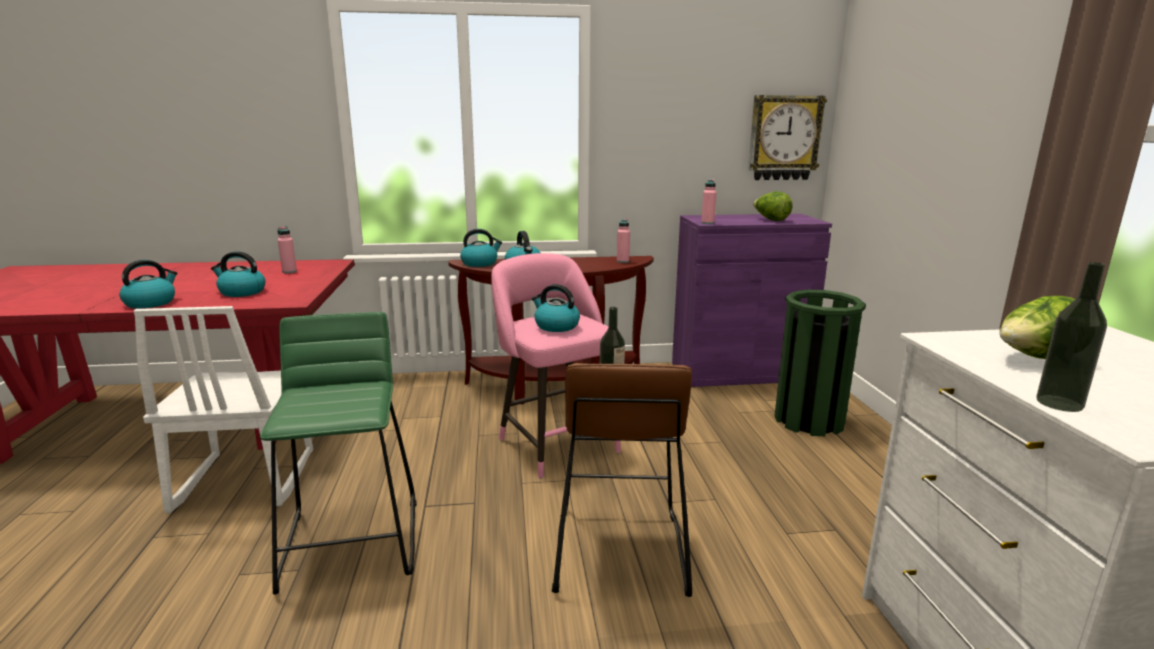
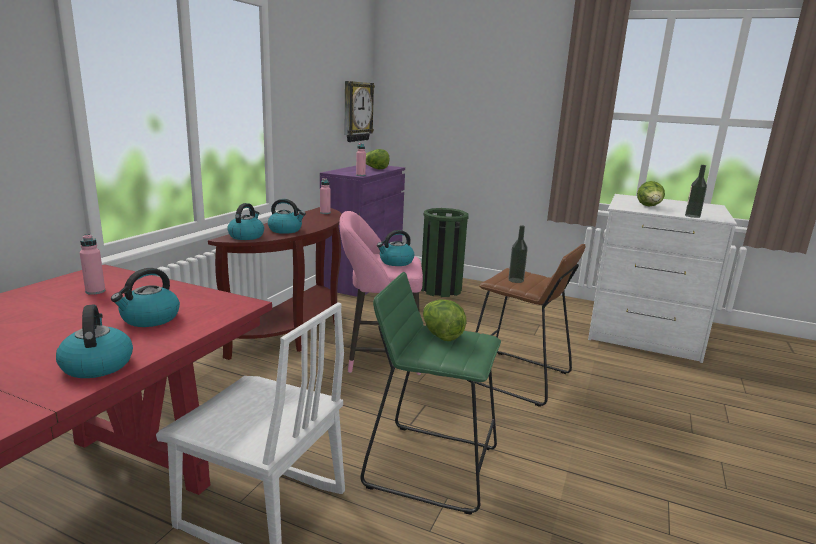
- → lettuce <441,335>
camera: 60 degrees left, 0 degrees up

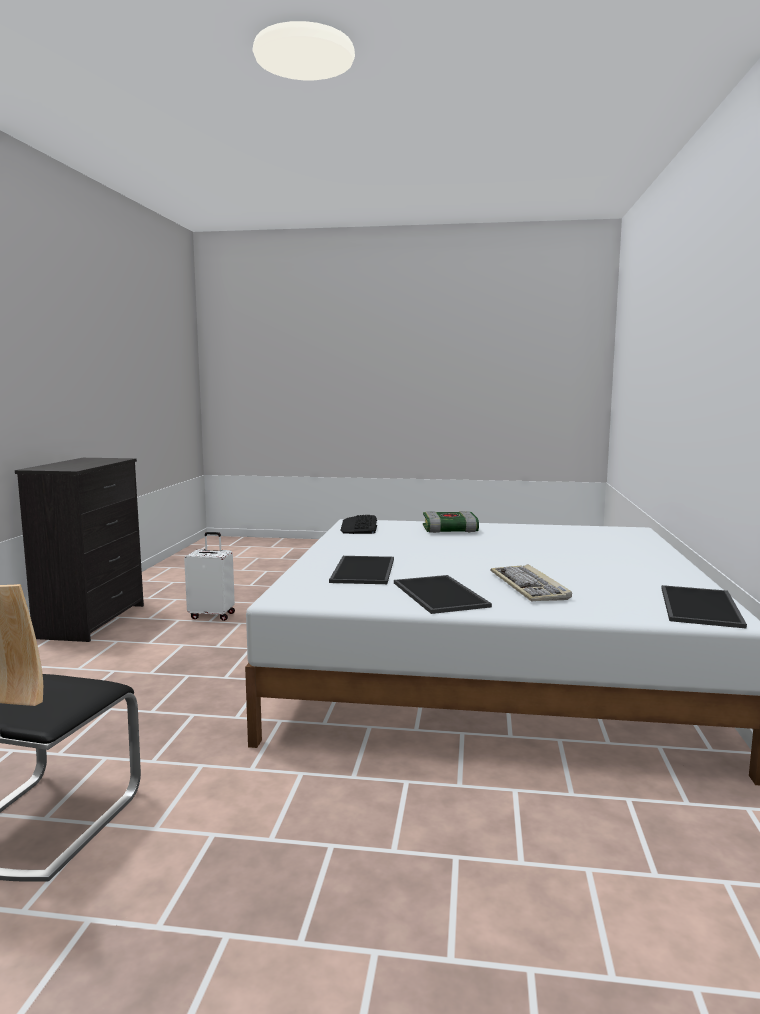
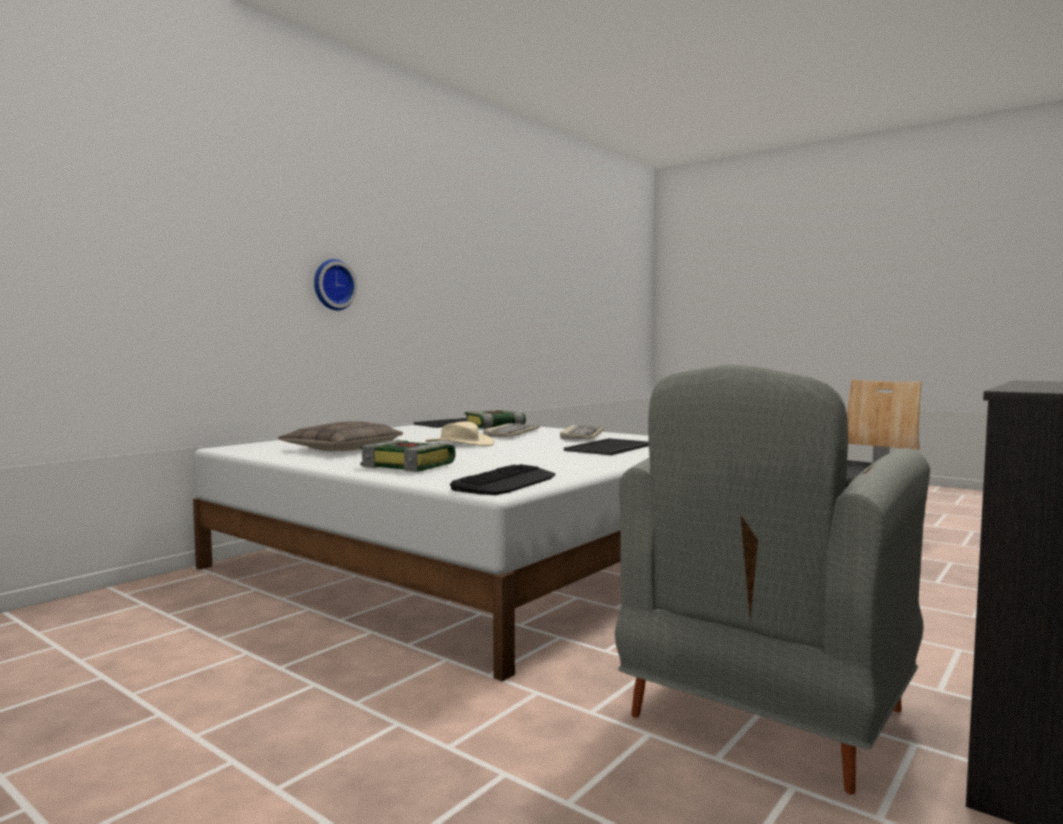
white suitcase <212,615> → grey armchair <764,716>
tray <442,594> → keyboard <582,435>
- → pillow <342,449>
- → wall clock <333,285>
- → beige hat <459,443>
- → book <494,426>
camera: 150 degrees left, 5 degrees down

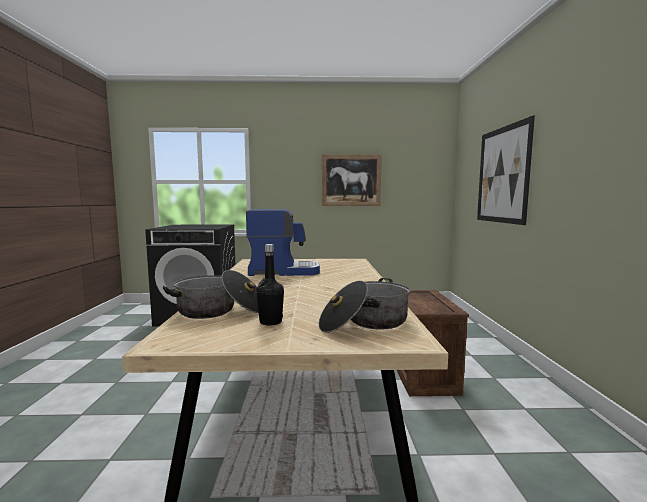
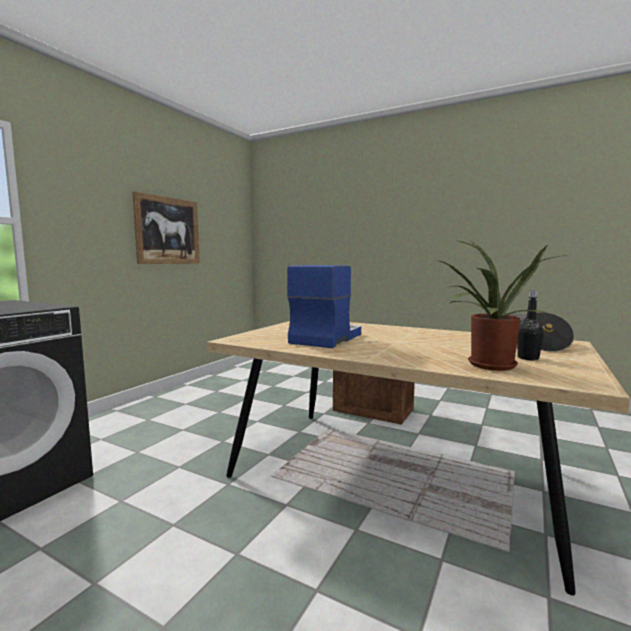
cooking pot <220,311> → potted plant <488,366>
picture <502,175> → -
camera: 60 degrees left, 0 degrees up

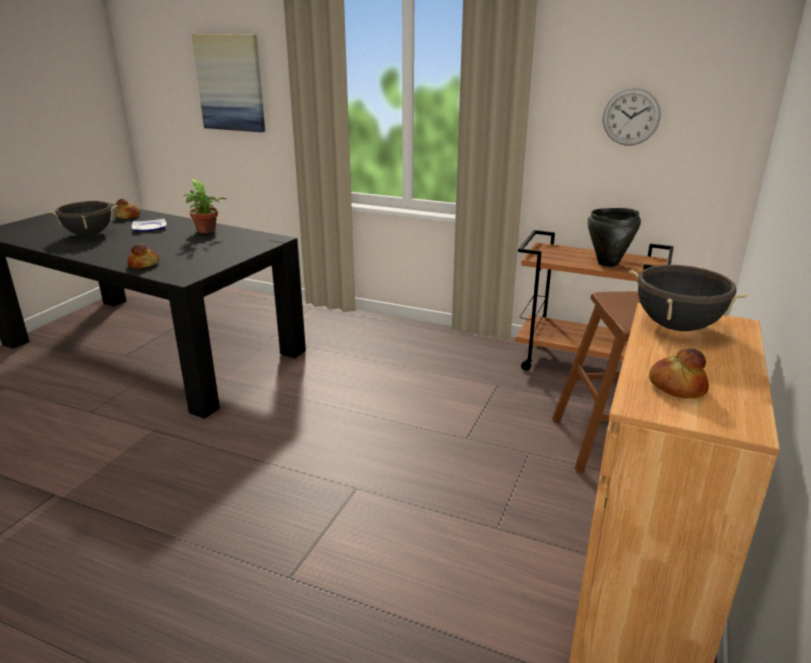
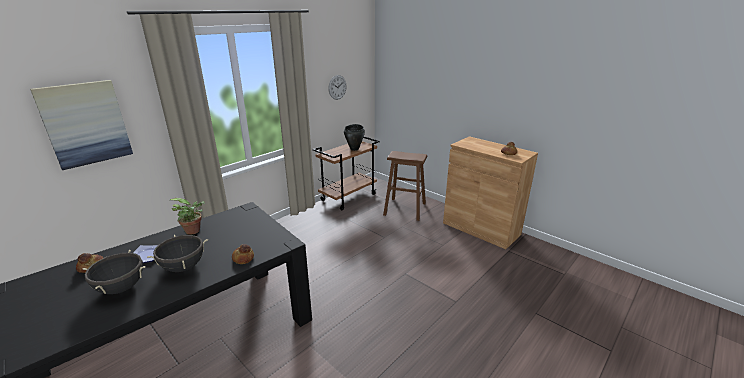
black cooking pot <677,326> → black cooking pot <183,267>, relocated
camera: 70 degrees left, 0 degrees up

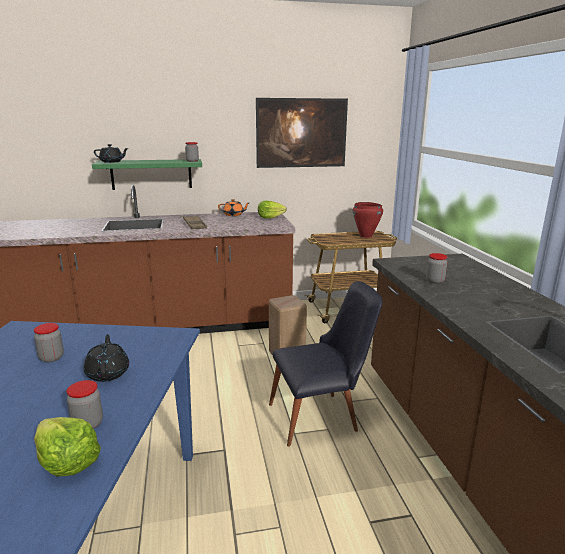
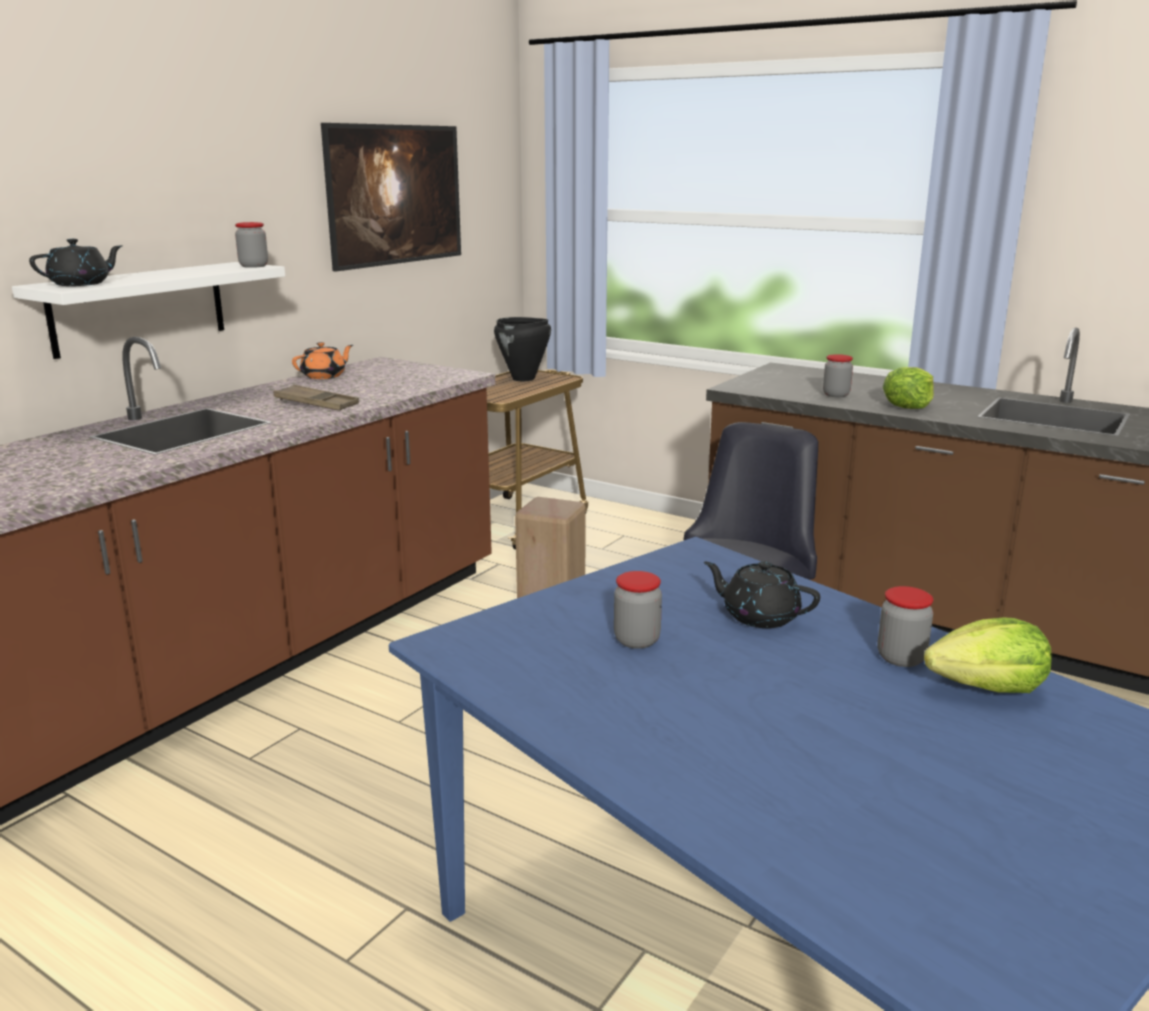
green shelf <151,174> → white shelf <139,308>
lettuce <270,217> → lettuce <908,405>, relocated
red cooking pot <365,236> → black cooking pot <523,379>
camera: 45 degrees left, 0 degrees up

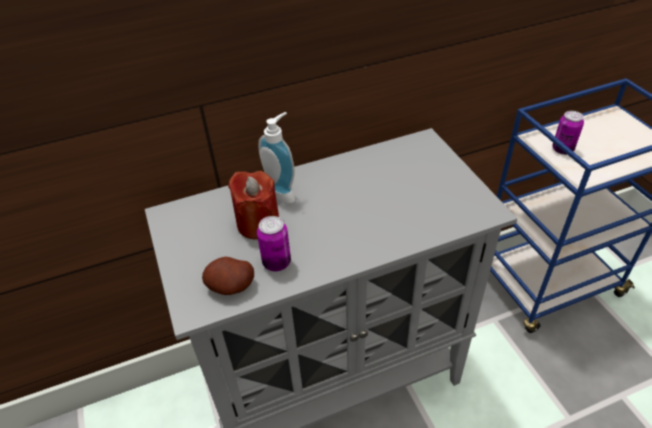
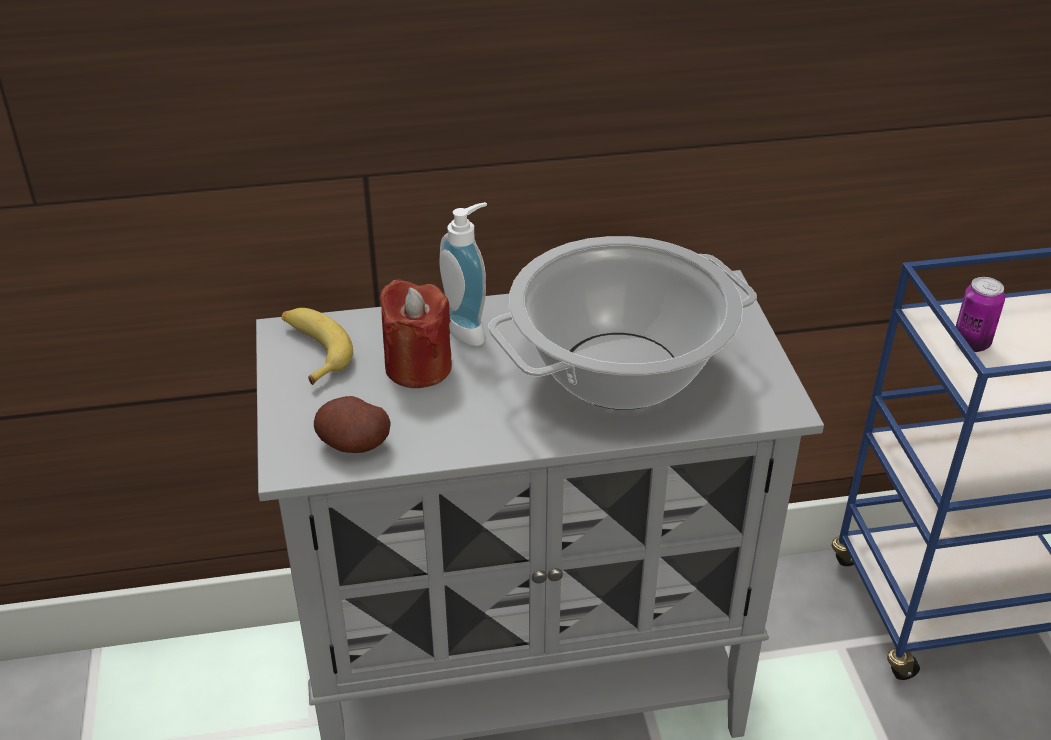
can <276,263> → -
- → banana <313,351>
- → cooking pot <620,372>
camera: 10 degrees right, 5 degrees down

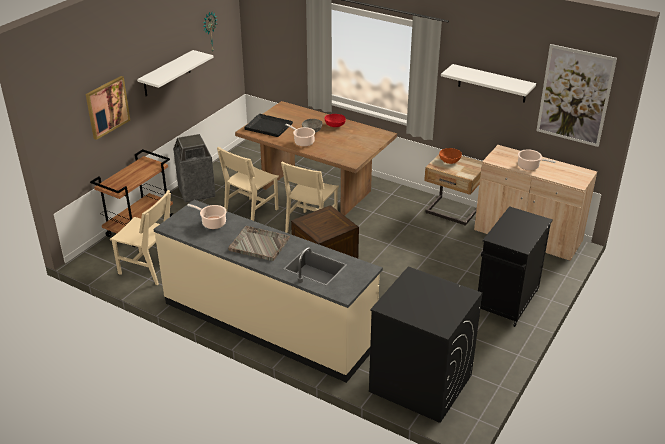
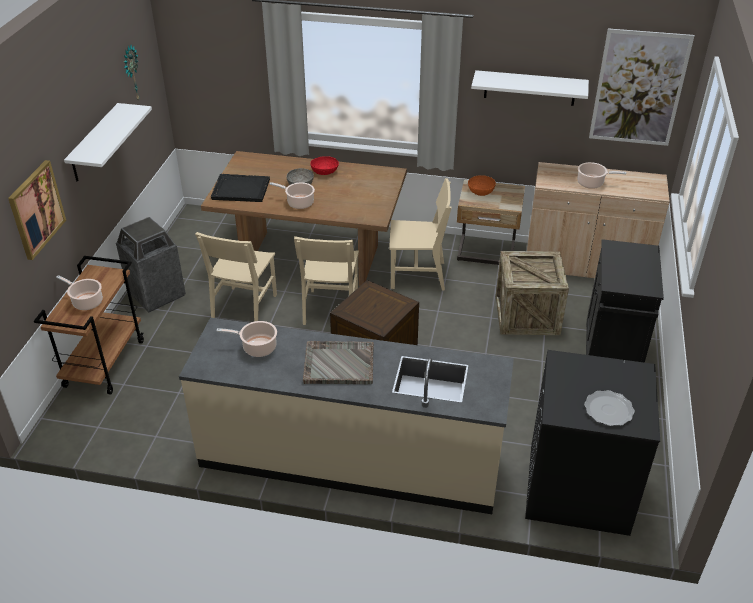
beige chair <148,268> → beige chair <418,275>, relocated
- → cooking pot <86,301>
- → crate <527,315>
- → plate <609,410>
camera: 20 degrees left, 5 degrees up

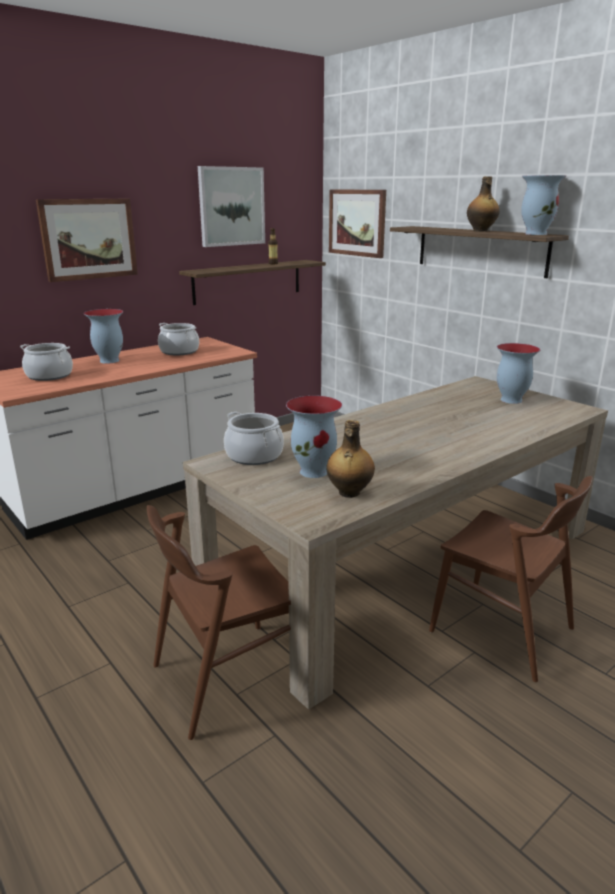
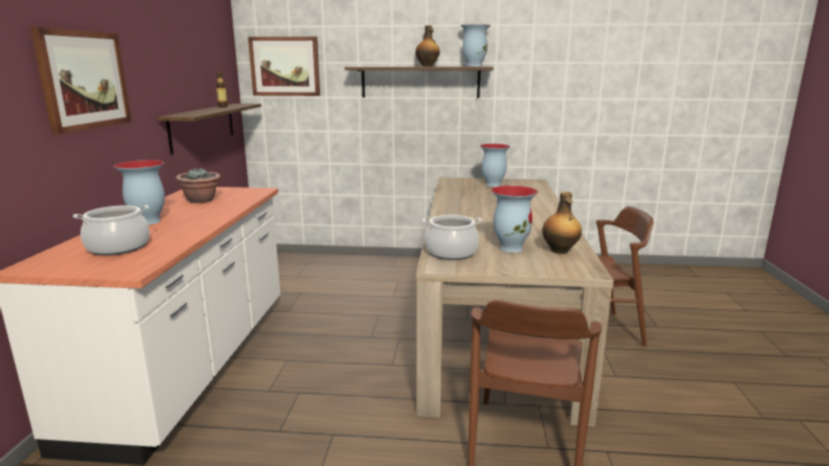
cooking pot <179,351> → potted plant <201,200>
picture <231,206> → -
camera: 45 degrees left, 5 degrees down

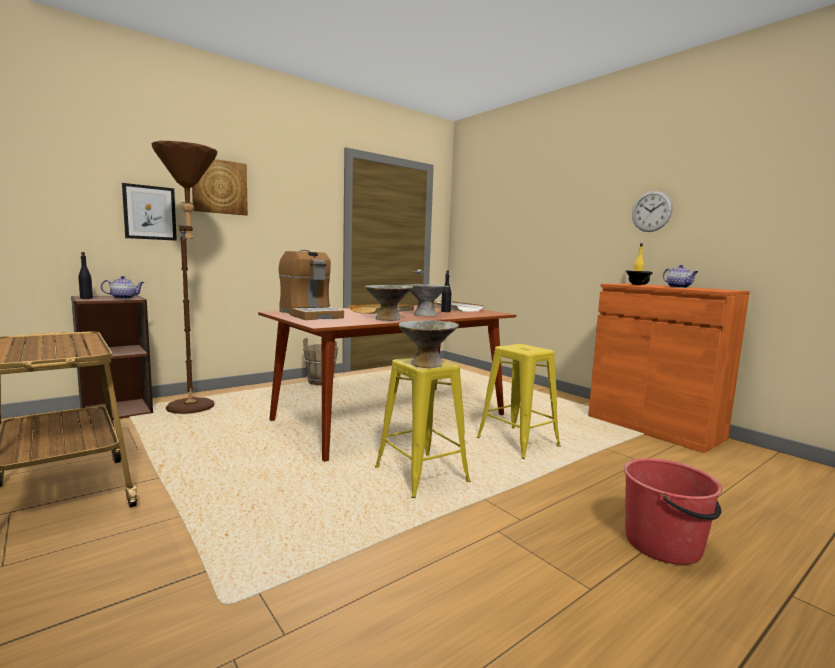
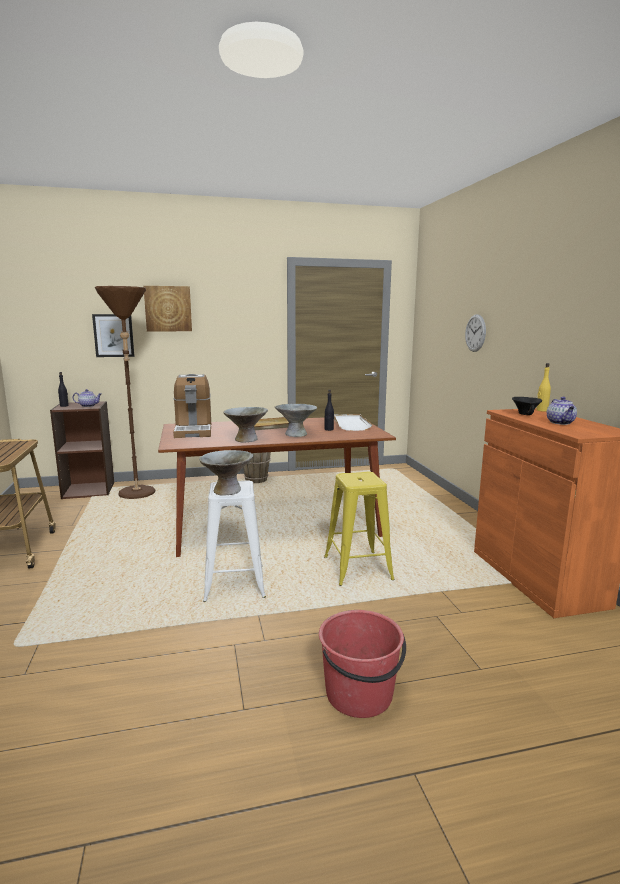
yellow stool <421,475> → white stool <234,583>
wall clock <651,211> → wall clock <475,333>, relocated
camera: 25 degrees right, 5 degrees up

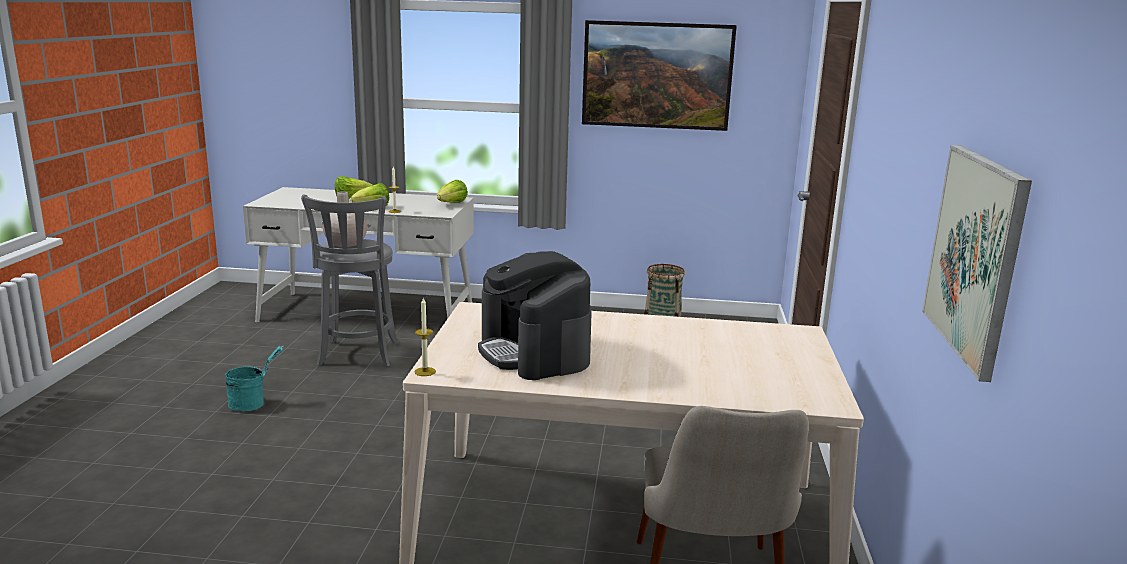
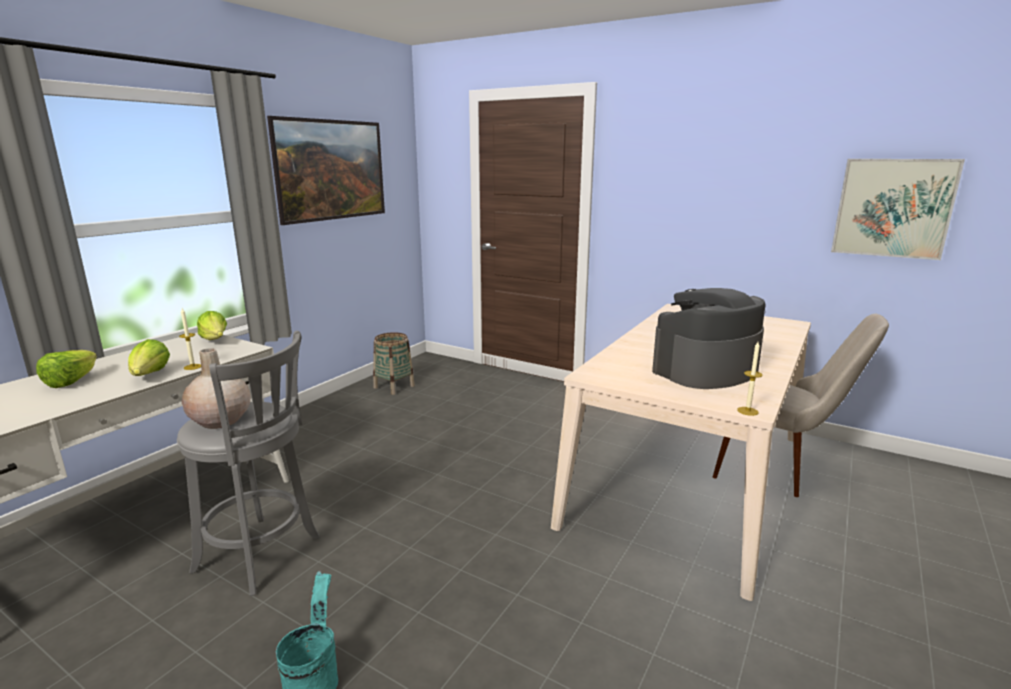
coffee machine <534,353> → coffee machine <705,370>, 150 degrees clockwise
camera: 65 degrees left, 0 degrees up

